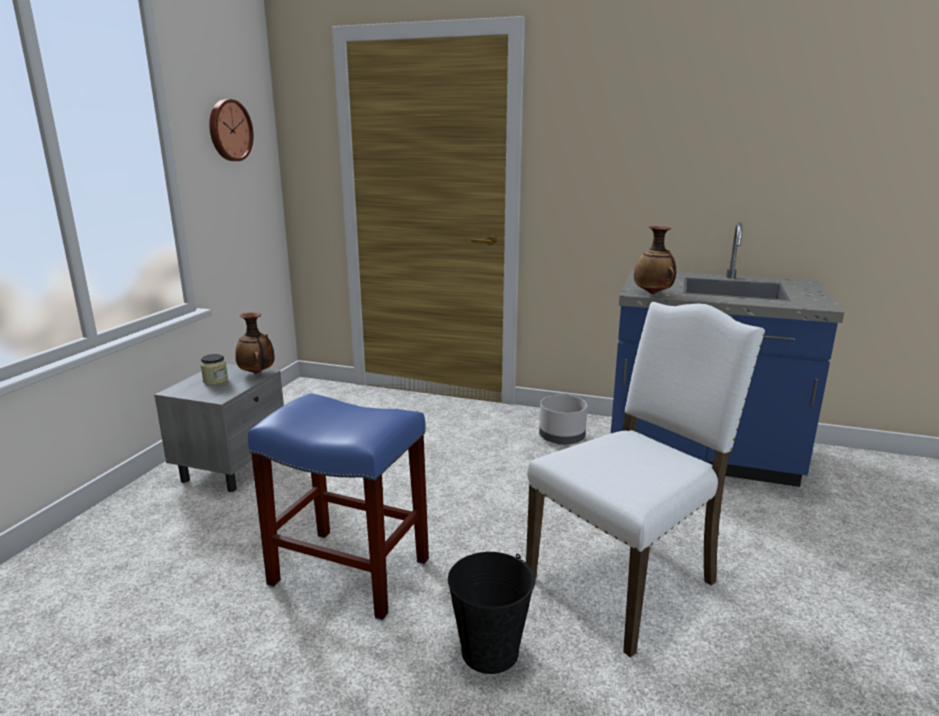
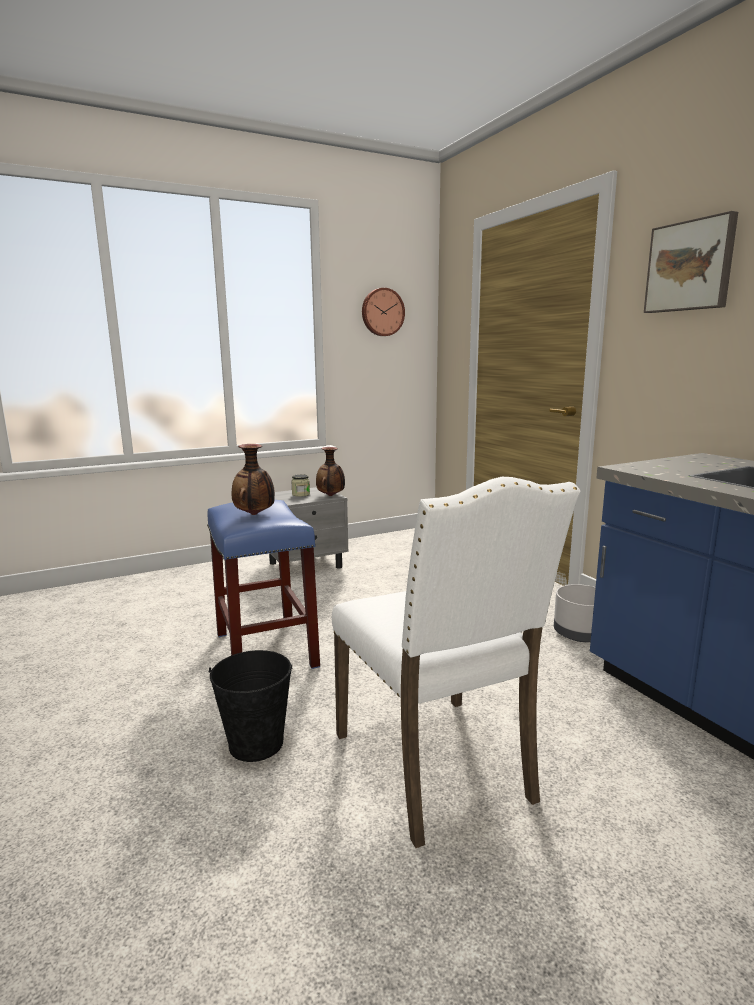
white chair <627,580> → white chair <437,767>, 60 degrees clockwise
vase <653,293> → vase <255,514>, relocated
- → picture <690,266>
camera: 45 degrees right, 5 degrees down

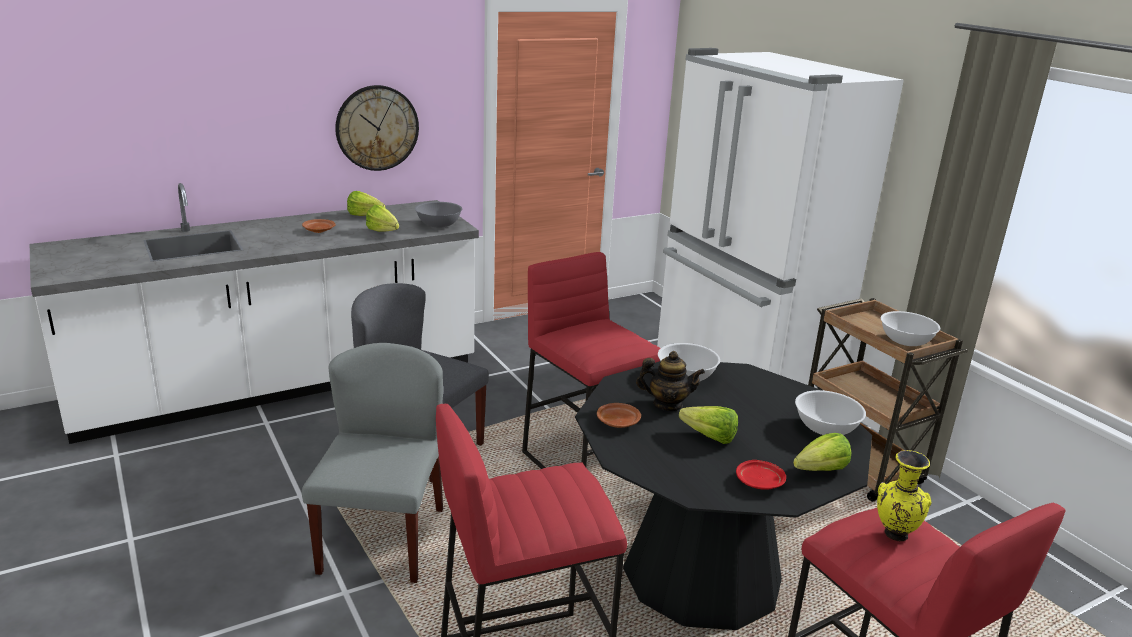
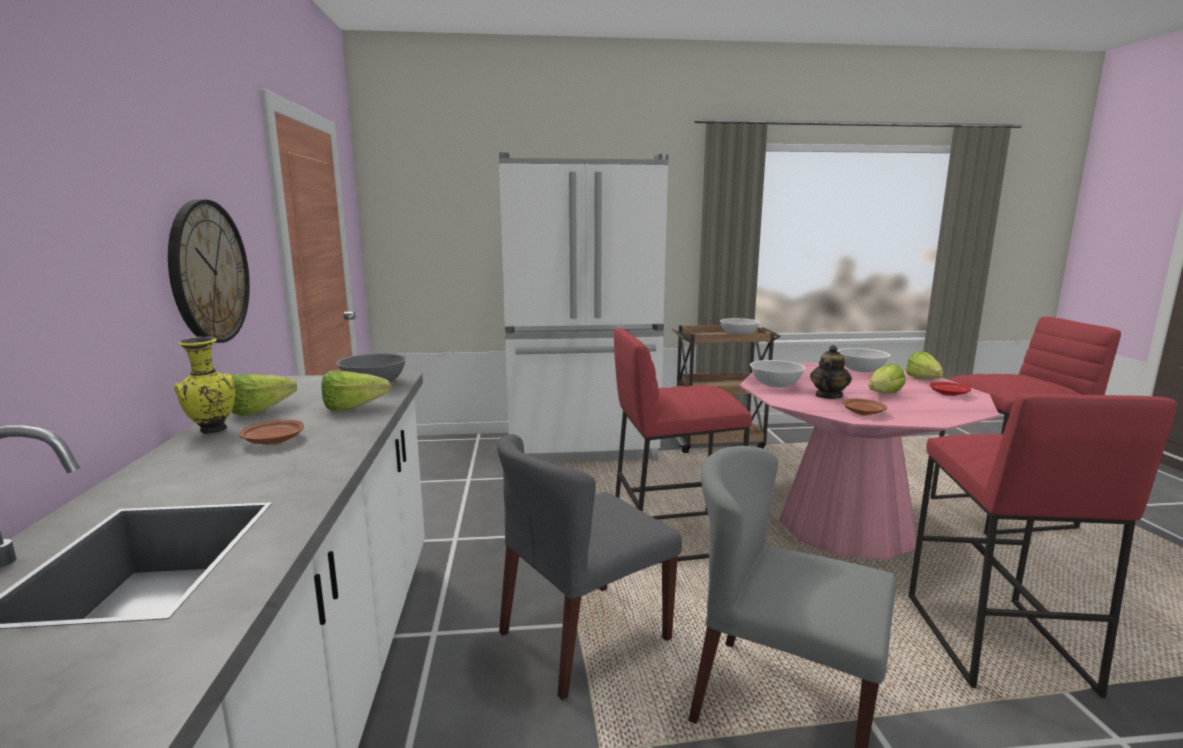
black dining table <702,574> → pink dining table <846,526>
yellow vase <894,535> → yellow vase <212,431>, relocated
camera: 65 degrees left, 10 degrees down

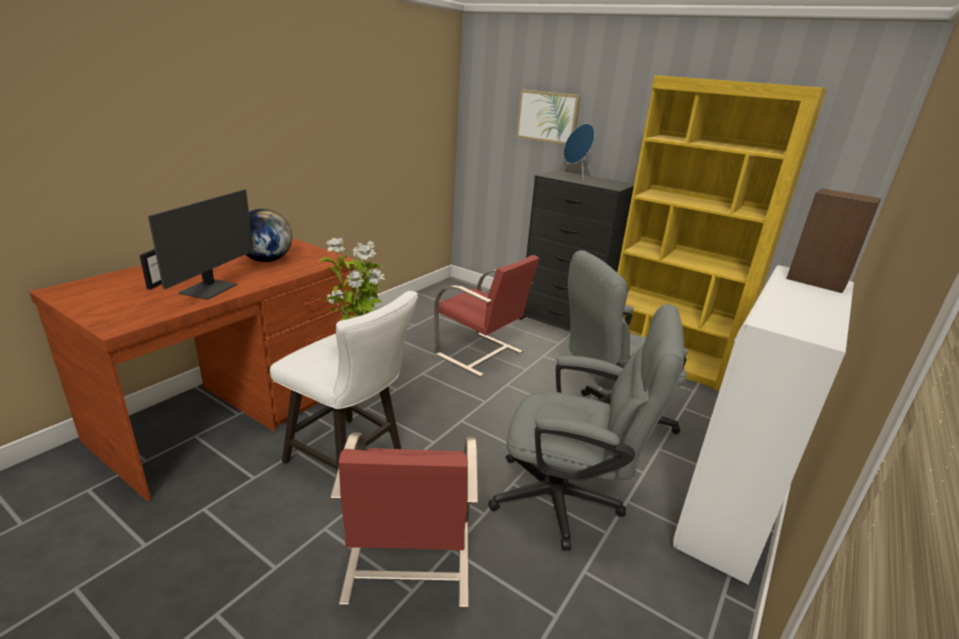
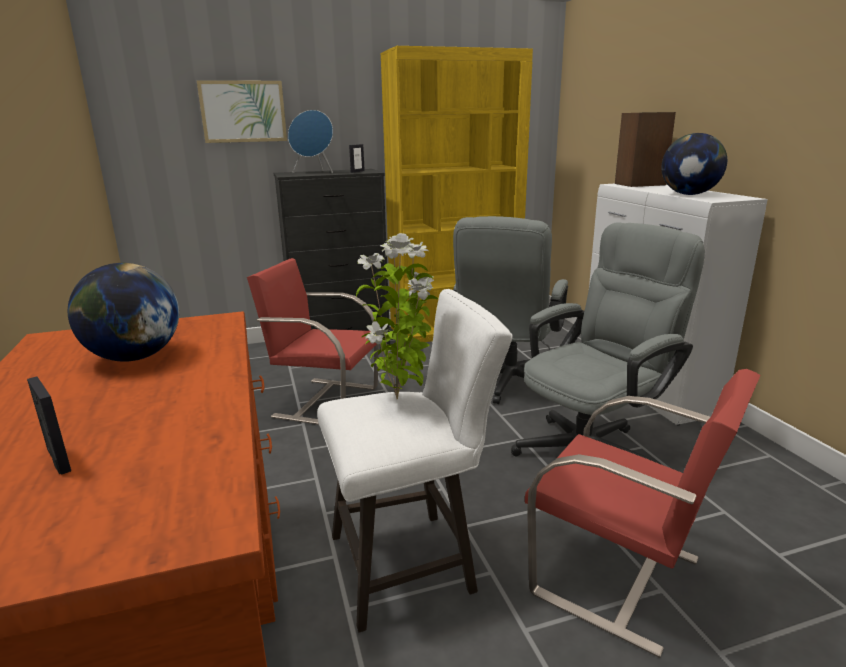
monitor <210,289> → -
red chair <480,354> → red chair <325,401>, 150 degrees counterclockwise
- → picture frame <357,171>
- → globe <689,194>
camera: 50 degrees left, 5 degrees down

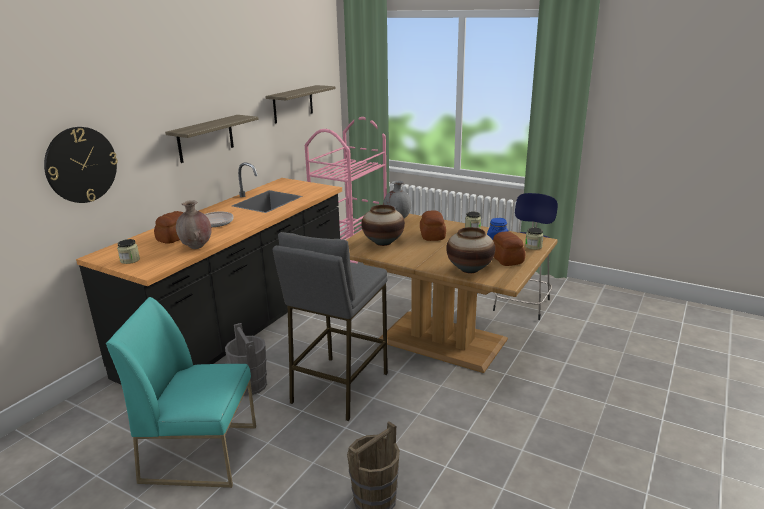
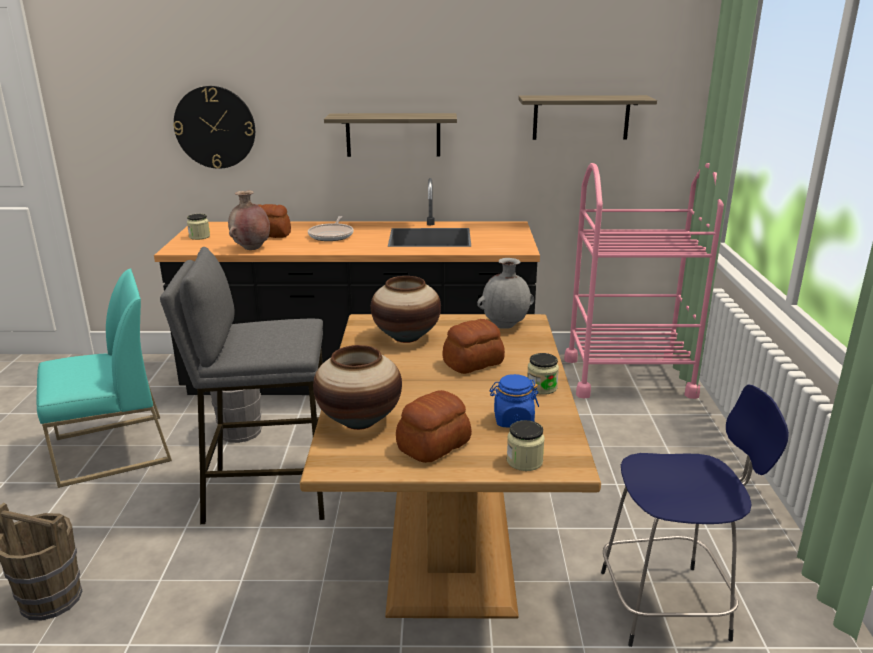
turquoise chair <201,452> → turquoise chair <111,450>, 90 degrees clockwise
camera: 60 degrees right, 0 degrees up

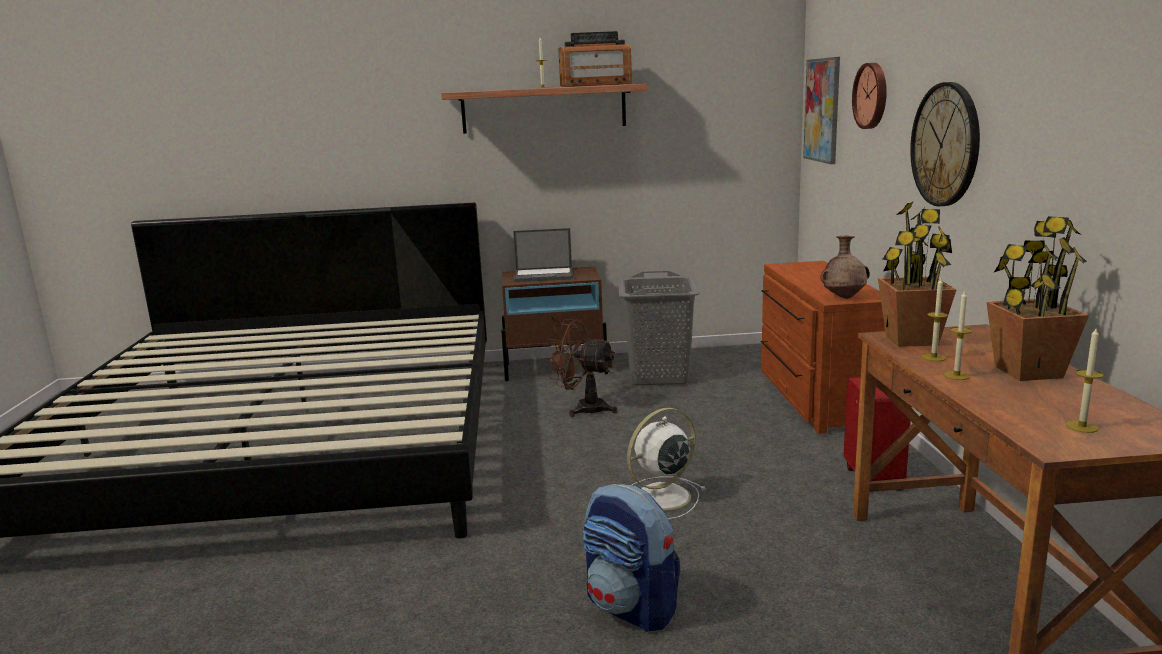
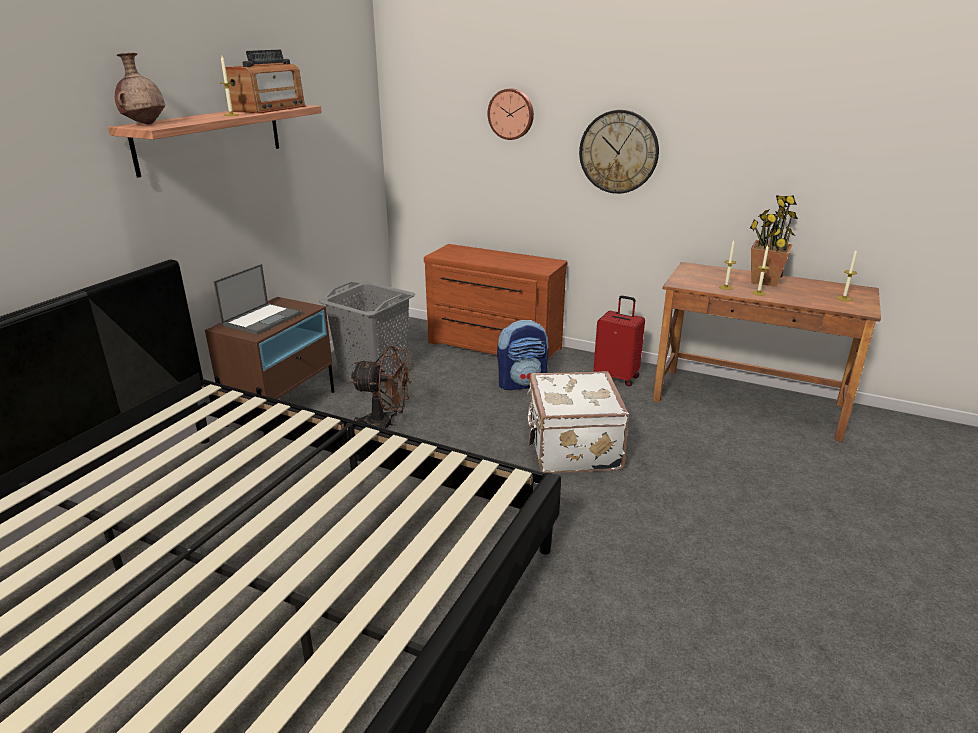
brown fan <583,408> → brown fan <386,424>, 135 degrees counterclockwise
backpack <632,607> → backpack <522,383>, relocated
white fan <660,497> → white suitcase <571,448>
picture <822,110> → -
brown vase <844,297> → brown vase <145,124>, relocated
potted plant <911,339> → -
camera: 60 degrees left, 10 degrees up

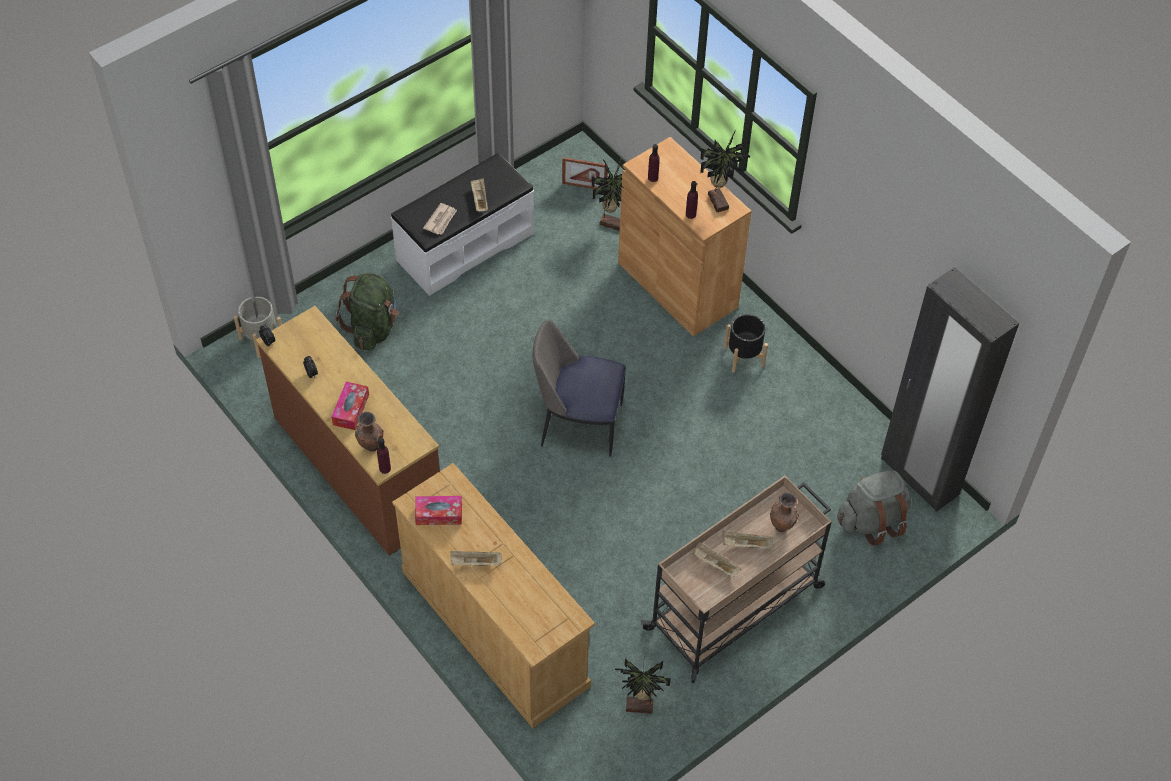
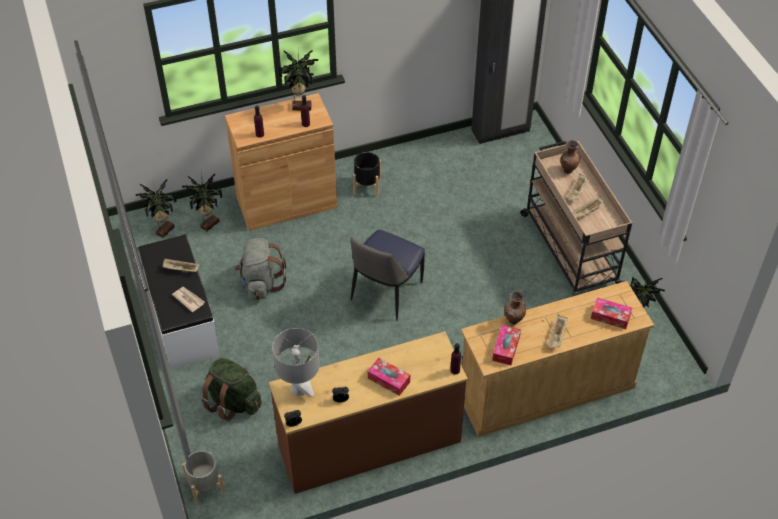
brown vase <371,447> → brown vase <513,321>, relocated
picture frame <584,186> → potted plant <164,230>
grey backpack <872,521> → grey backpack <261,283>, relocated
- → grey table lamp <299,389>
- → tissue box <610,317>
camera: 70 degrees left, 5 degrees down

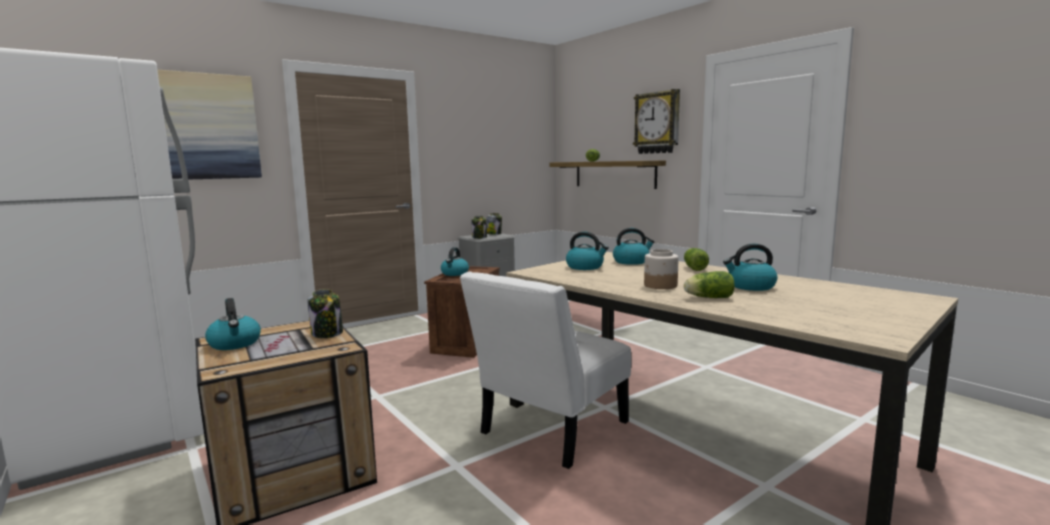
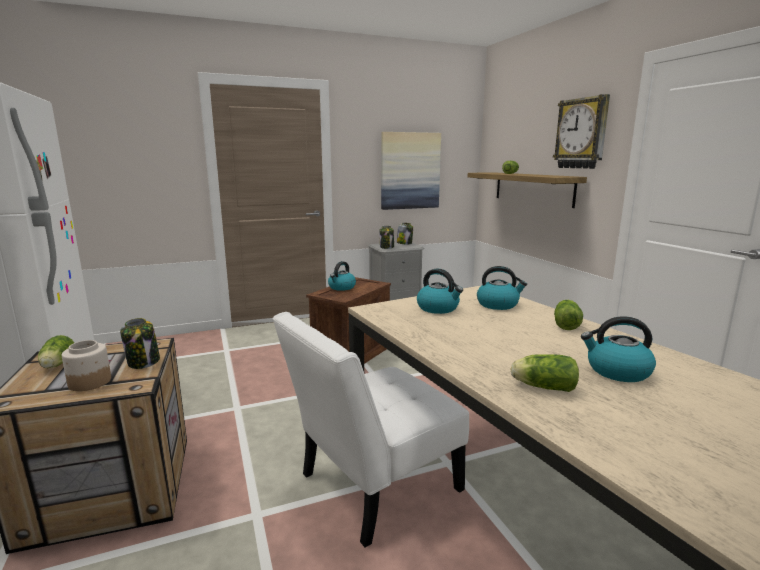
picture <207,127> → picture <410,171>, relocated
kettle <235,344> → lettuce <57,364>
jar <660,285> → jar <89,382>, relocated
camera: 15 degrees right, 5 degrees up

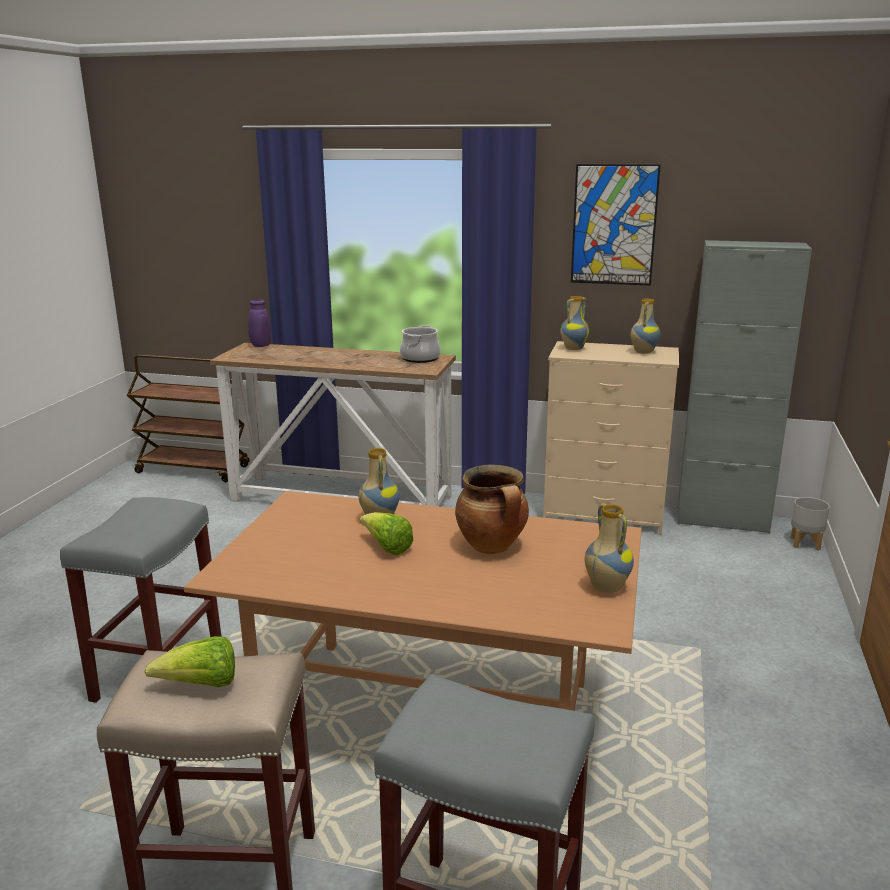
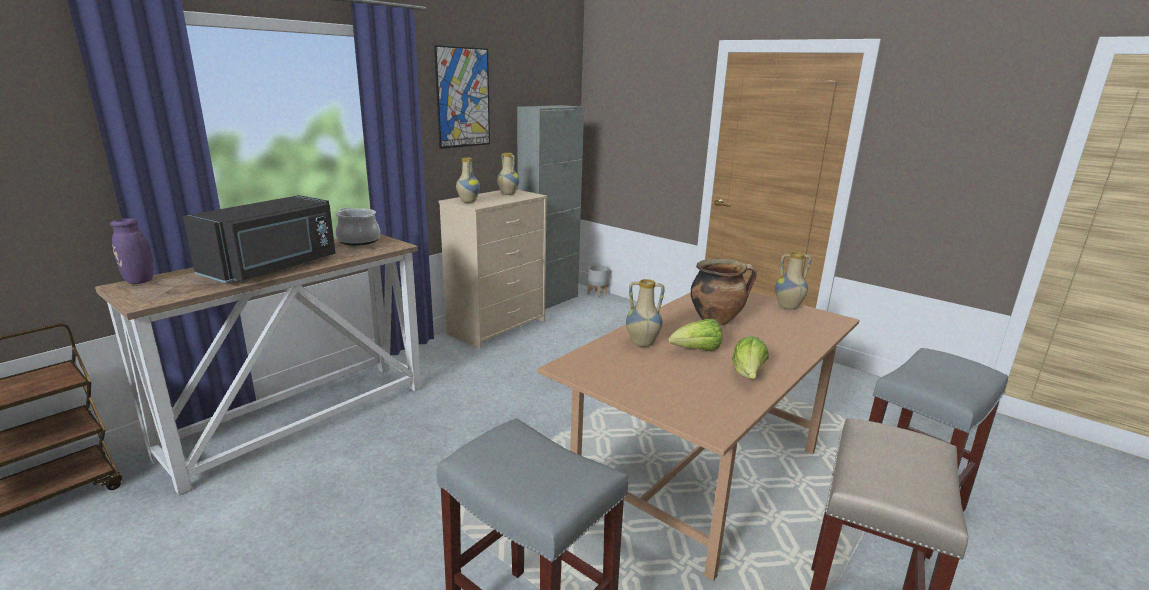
lettuce <201,685> → lettuce <748,375>, relocated
- → black microwave <274,267>
camera: 65 degrees left, 0 degrees up

